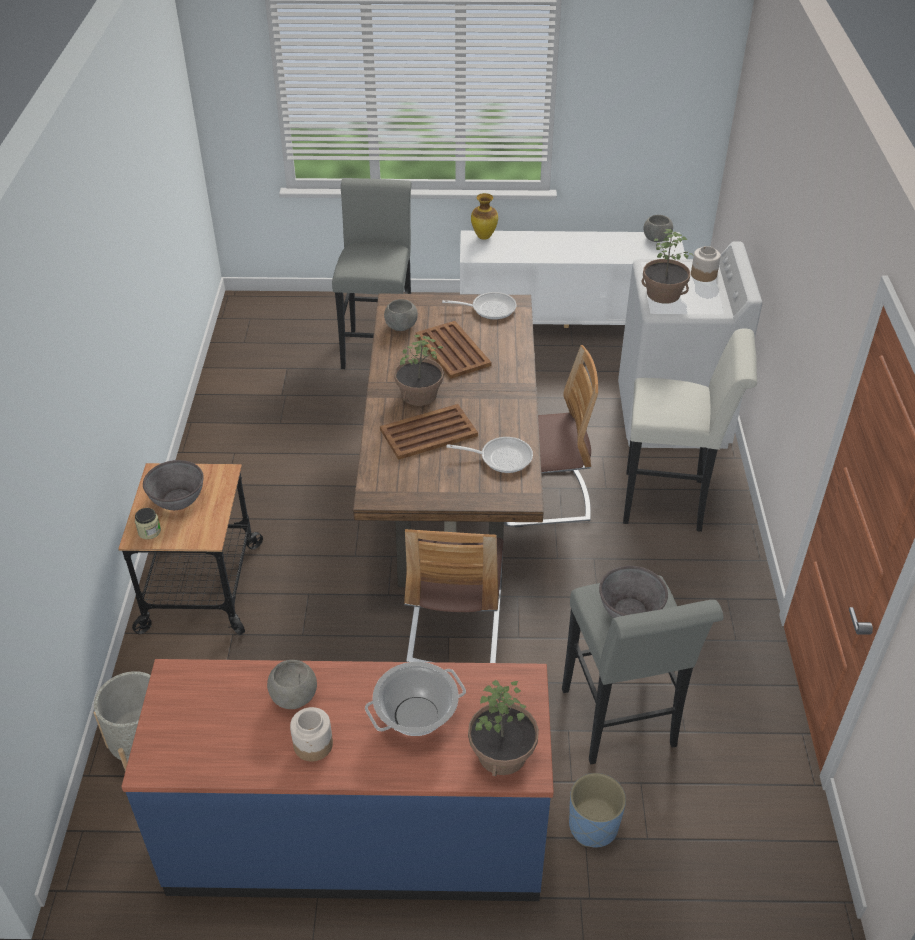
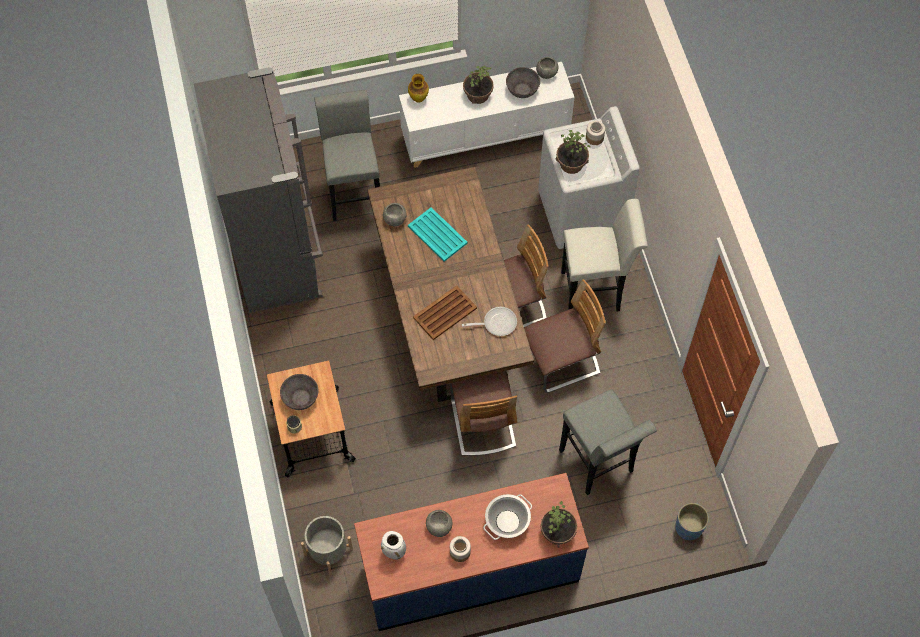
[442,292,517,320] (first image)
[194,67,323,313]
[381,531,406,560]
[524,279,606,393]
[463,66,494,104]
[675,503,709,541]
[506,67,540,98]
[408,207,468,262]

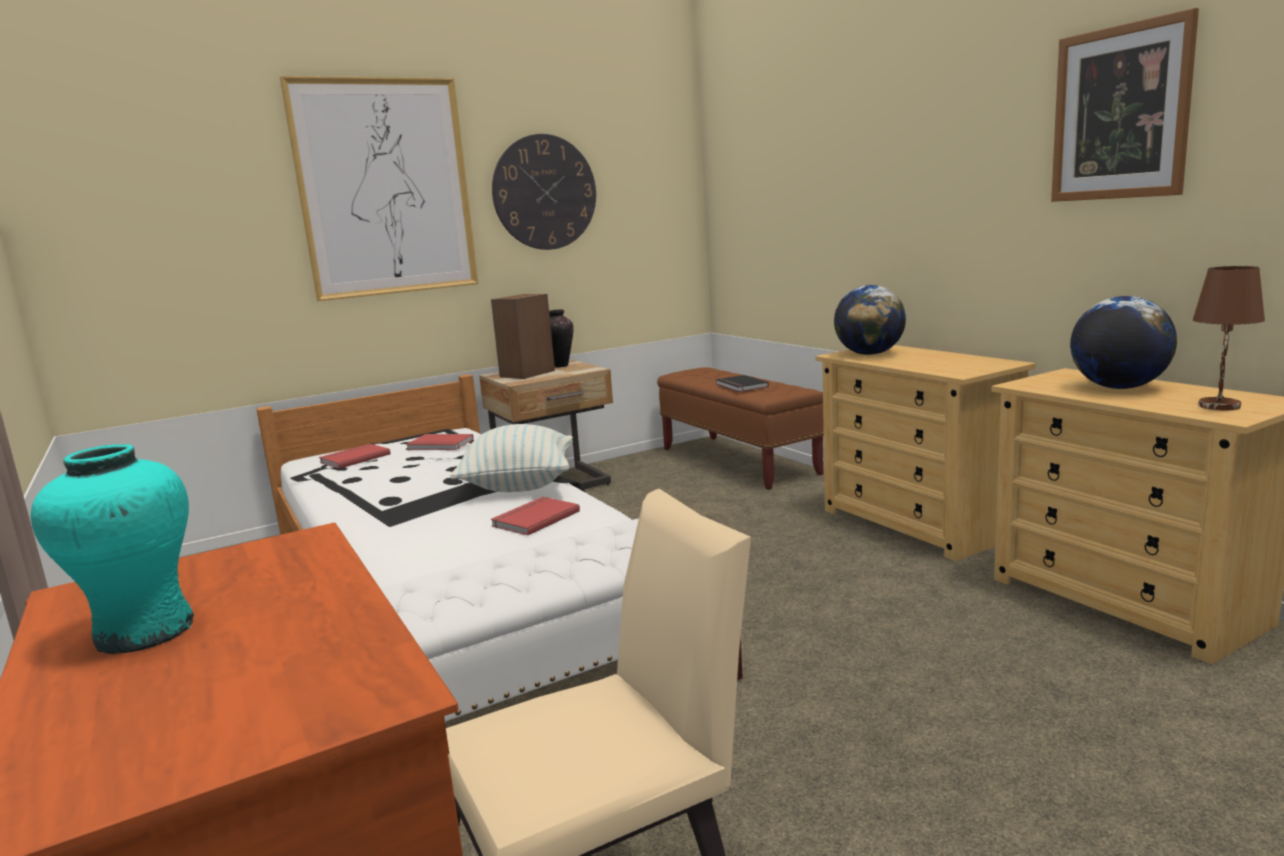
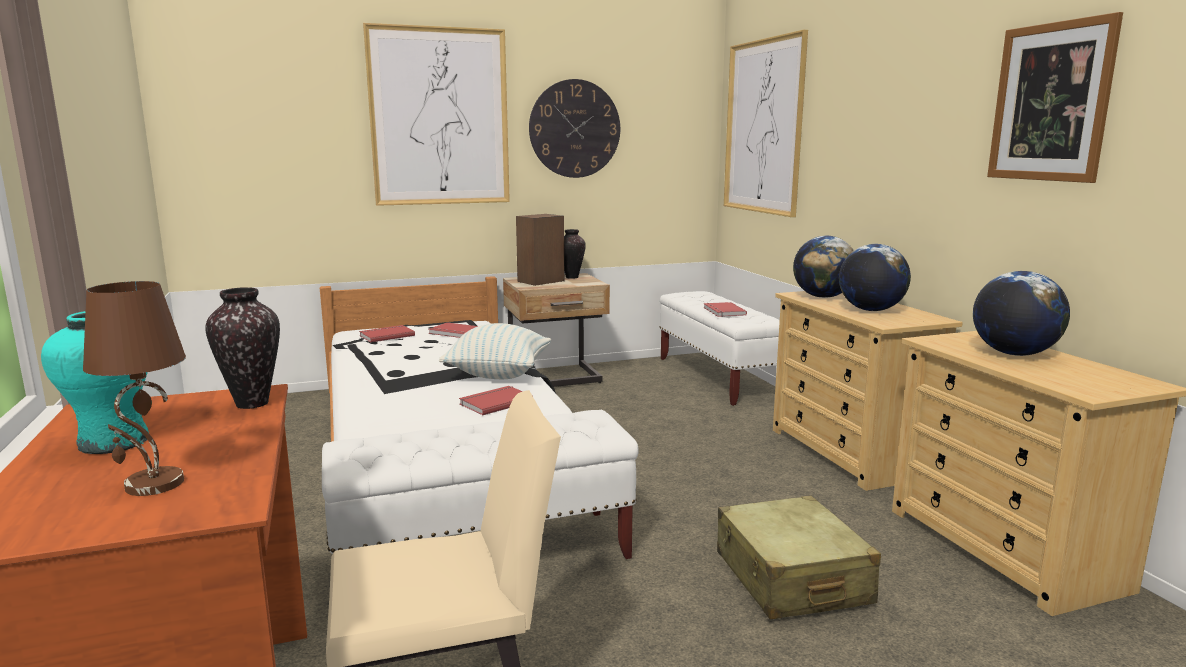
[205,287,280,409]
[717,495,881,619]
[724,30,808,217]
[839,244,911,311]
[83,281,186,496]
[660,291,780,406]
[703,302,747,317]

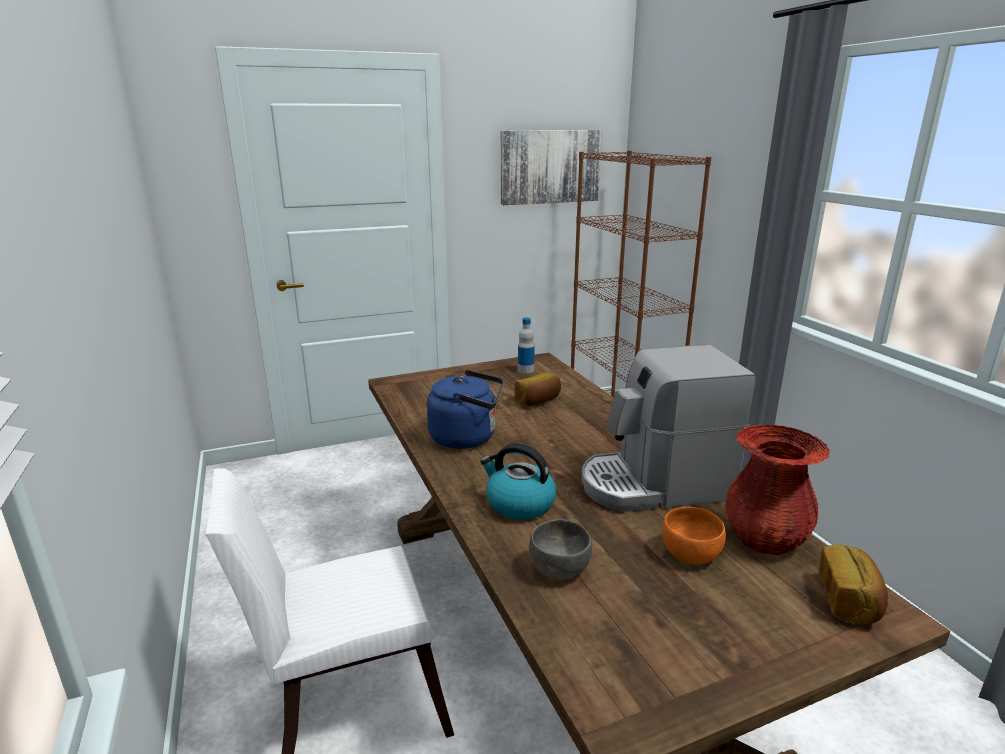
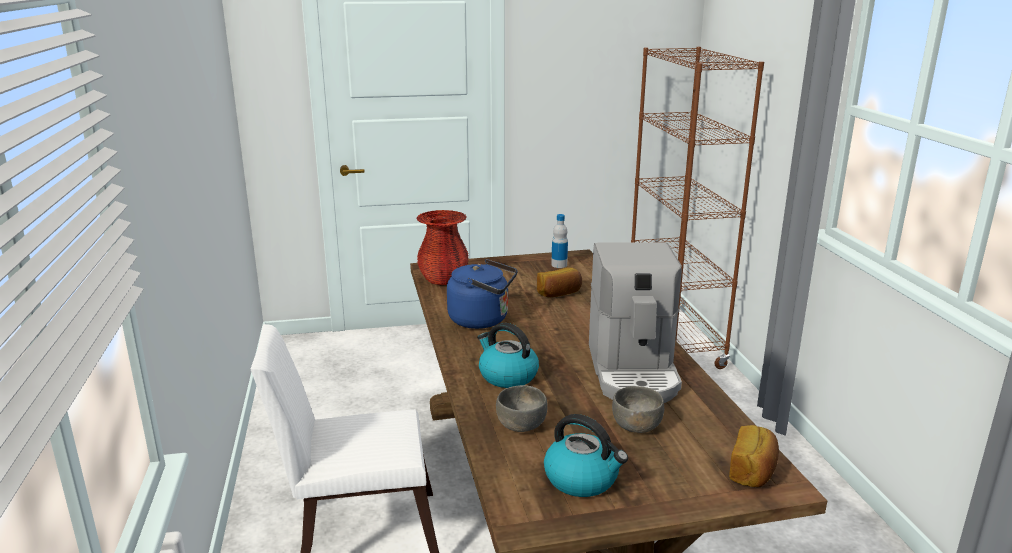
[501,130,602,205] (first image)
[544,414,628,497]
[416,210,468,285]
[612,386,664,433]
[589,242,682,403]

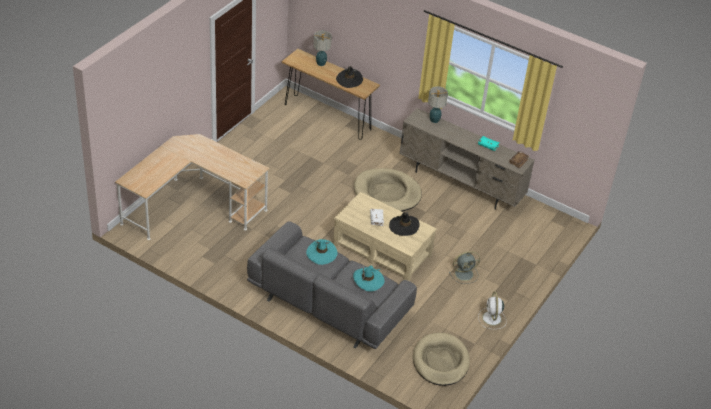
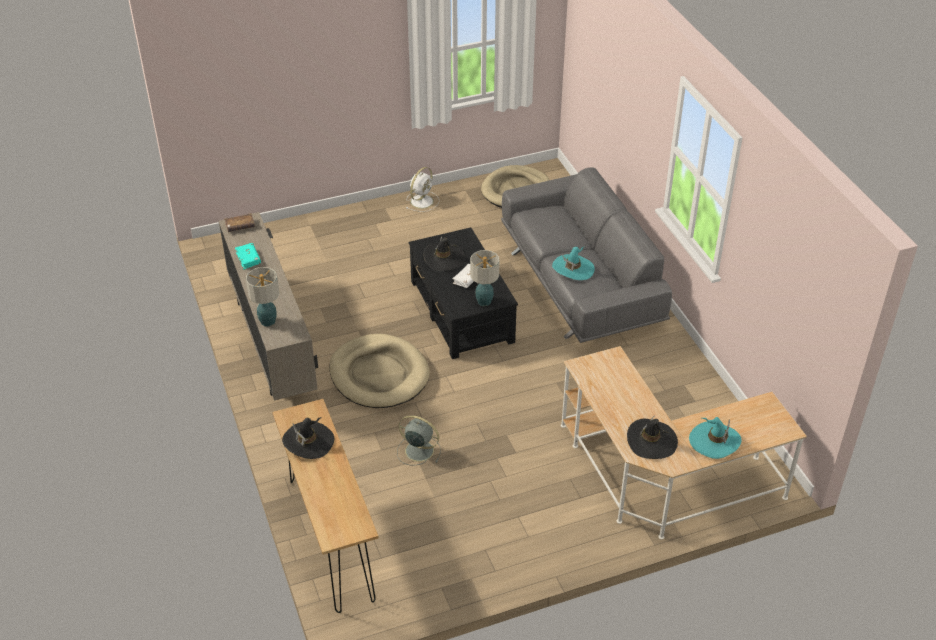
[627,415,678,459]
[470,250,500,306]
[689,417,742,459]
[397,415,441,465]
[408,228,518,359]

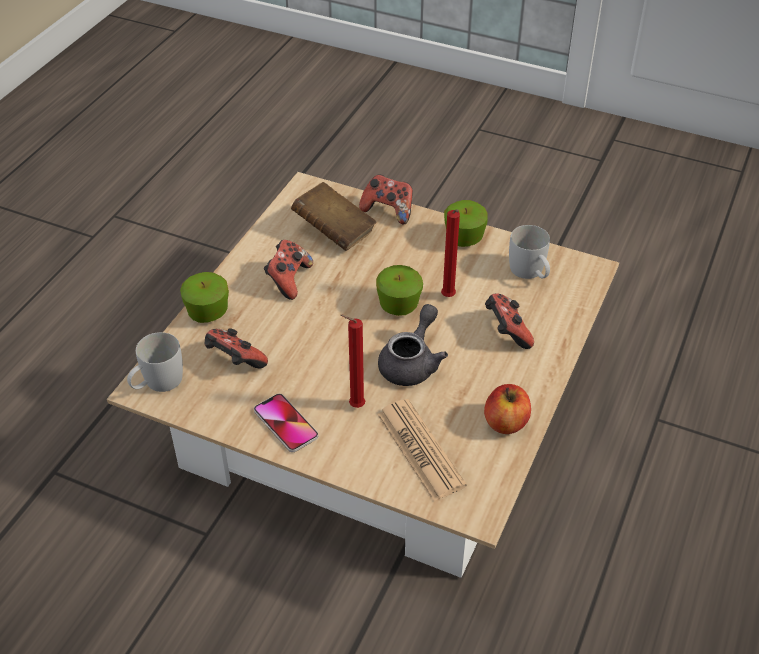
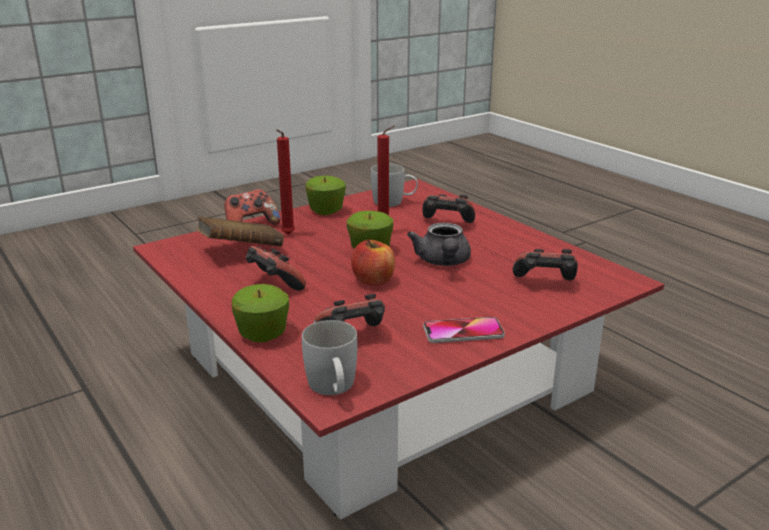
[277,129,295,235]
[351,239,395,286]
[513,249,578,280]
[133,179,664,520]
[407,223,471,266]

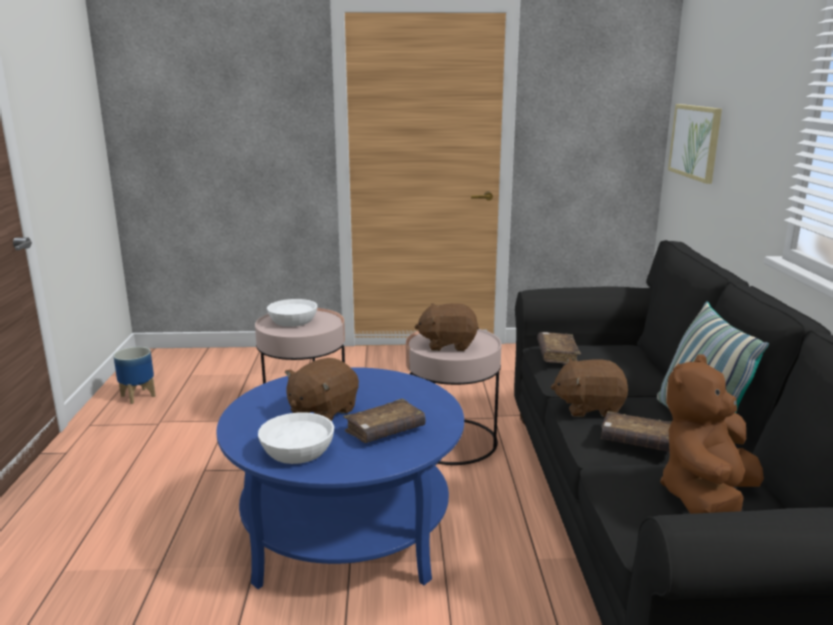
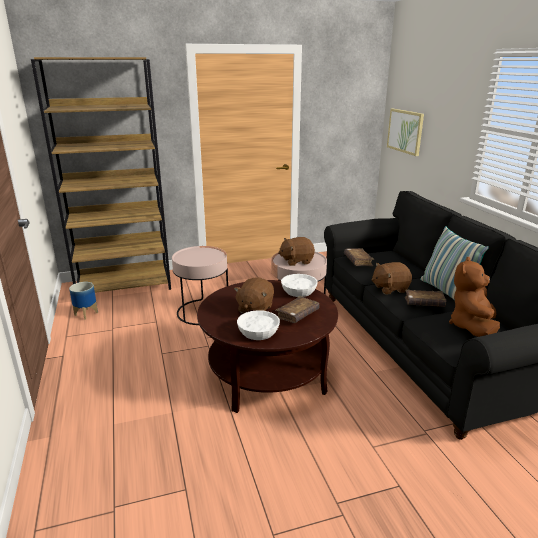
[31,57,171,293]
[281,274,318,297]
[197,280,338,413]

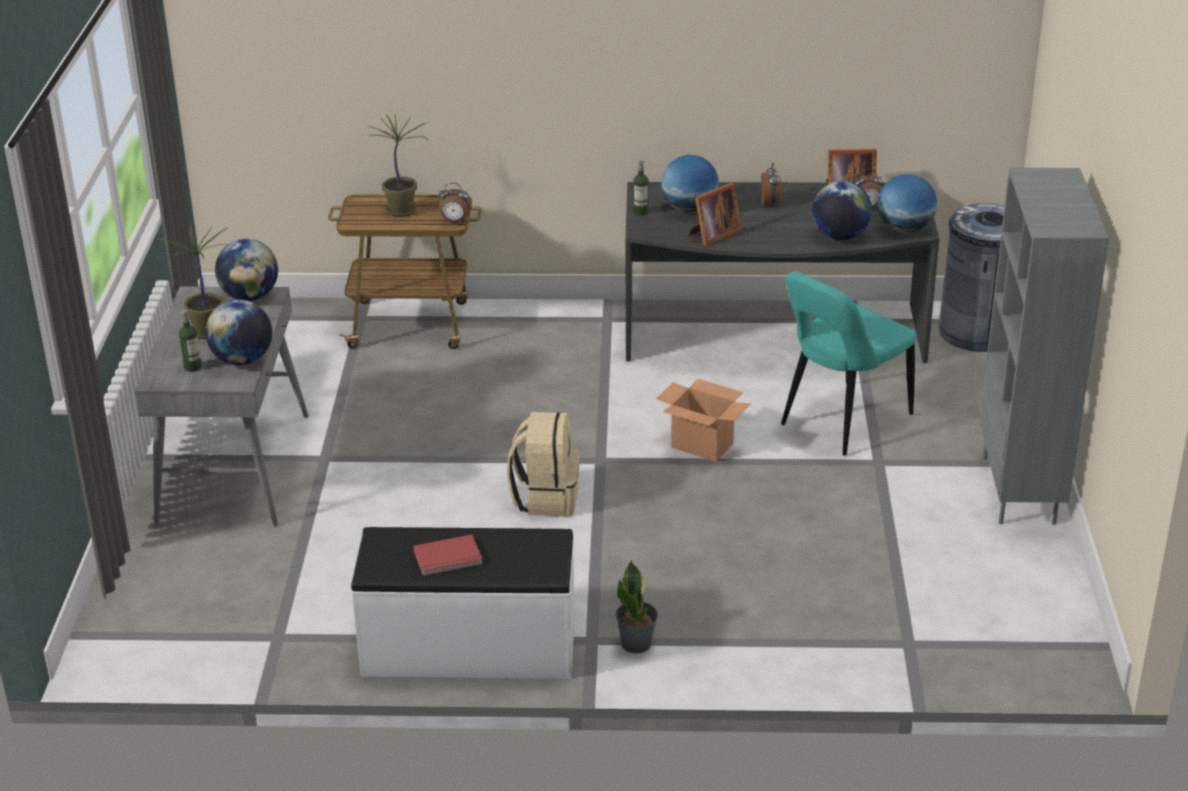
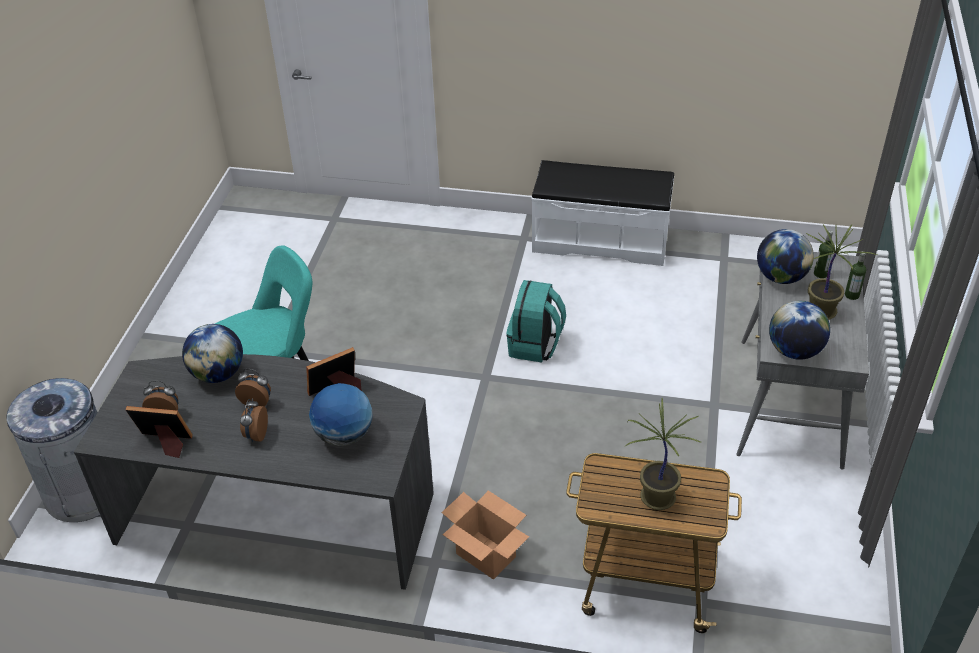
[413,534,483,576] (first image)
[616,561,658,653] (first image)
[877,174,937,233] (first image)
[979,168,1109,525] (first image)
[235,369,271,408]
[845,251,866,300]
[441,491,529,580]
[506,280,566,362]

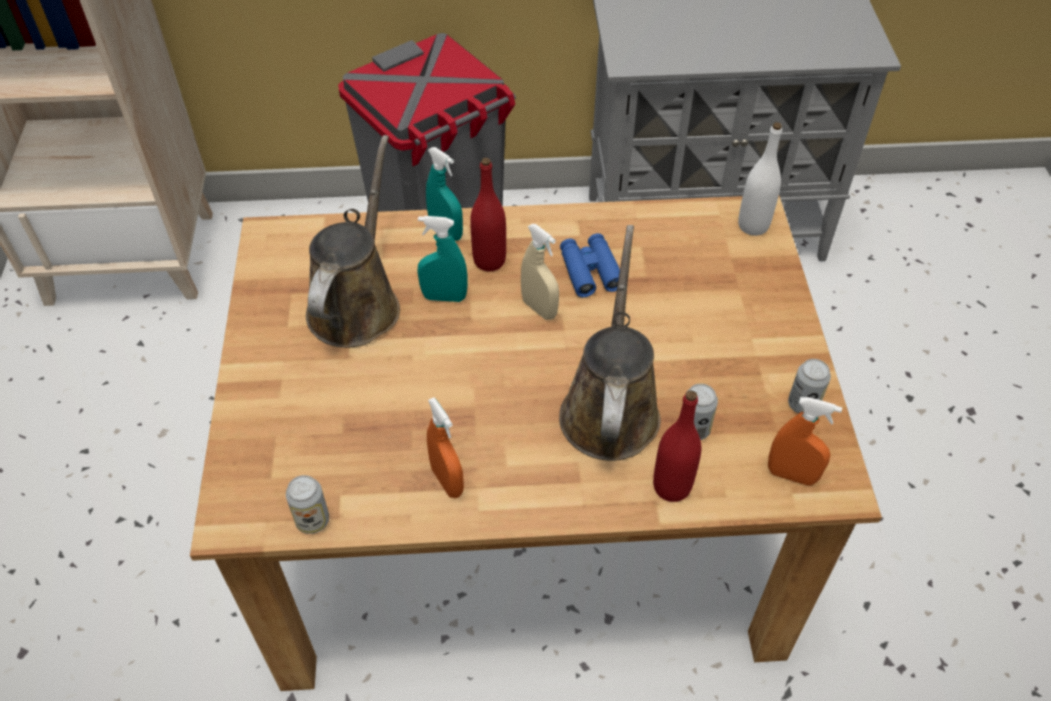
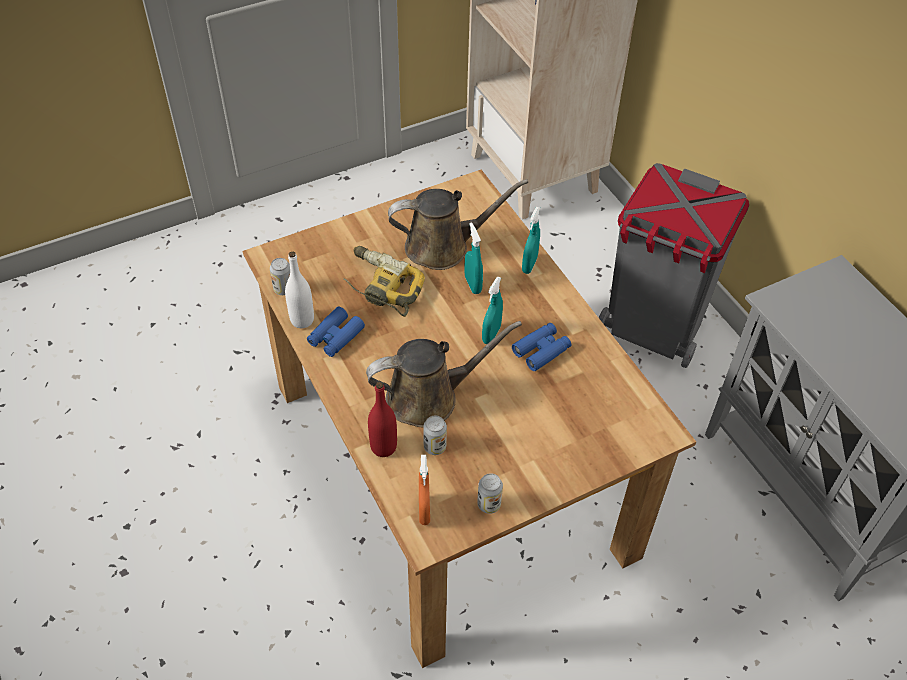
[470,158,506,271] (first image)
[344,246,425,317]
[285,252,314,328]
[307,306,365,357]
[482,276,503,344]

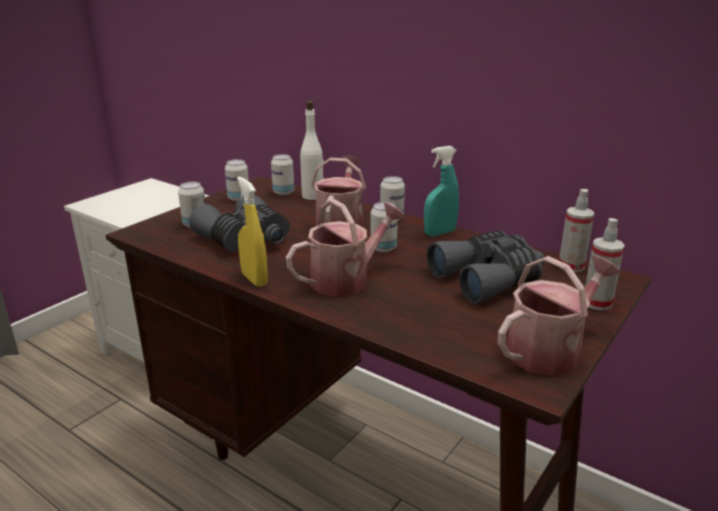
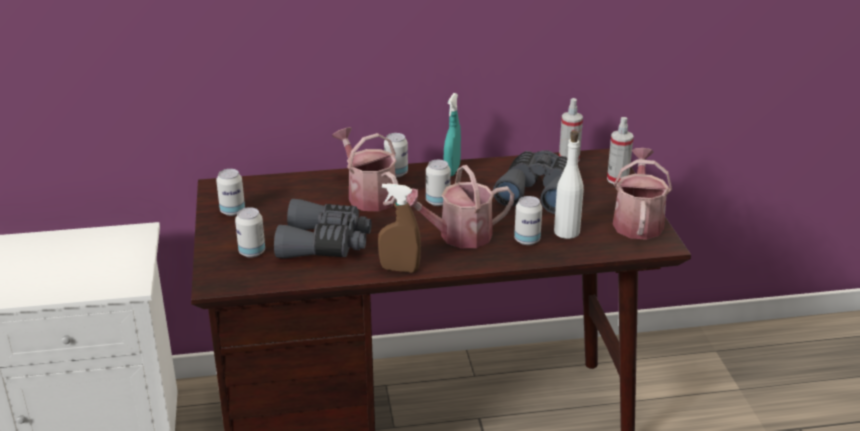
[514,196,542,245]
[554,131,584,239]
[378,183,421,273]
[406,165,515,248]

